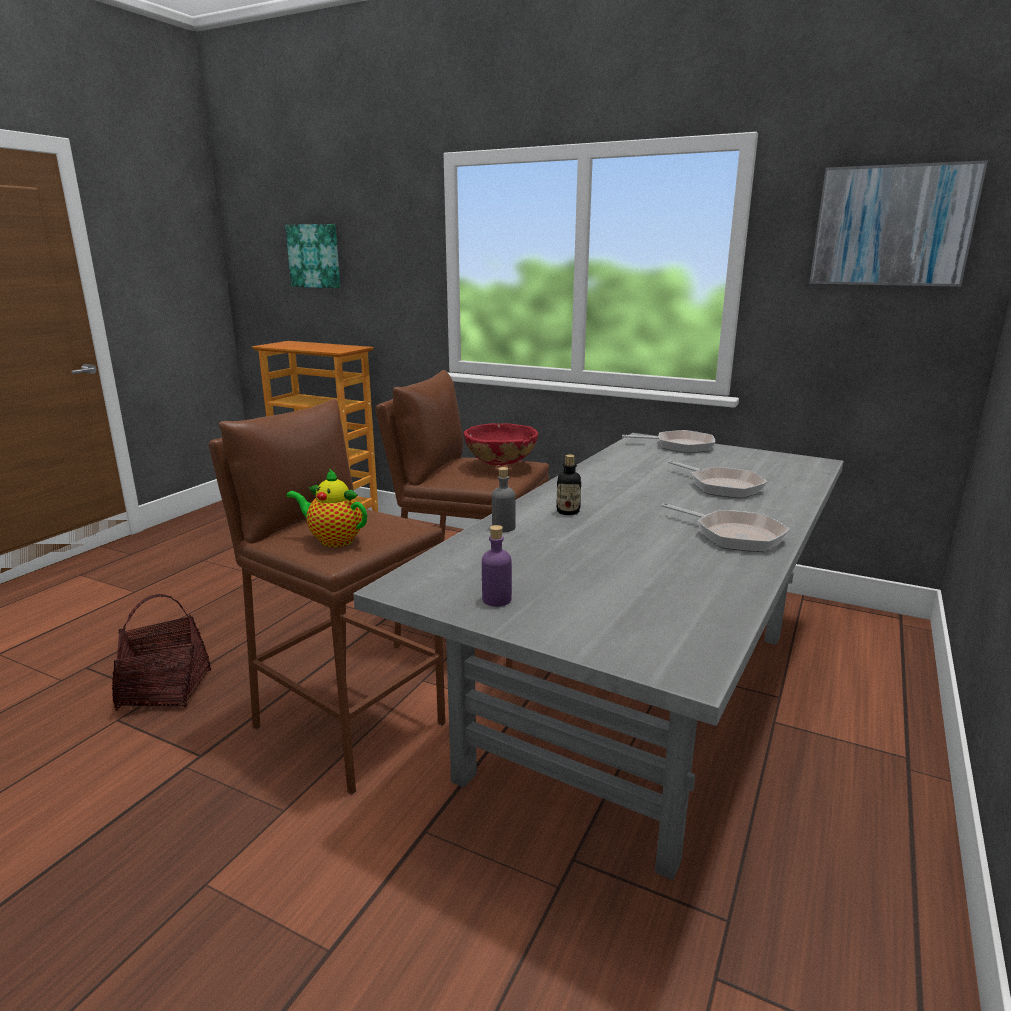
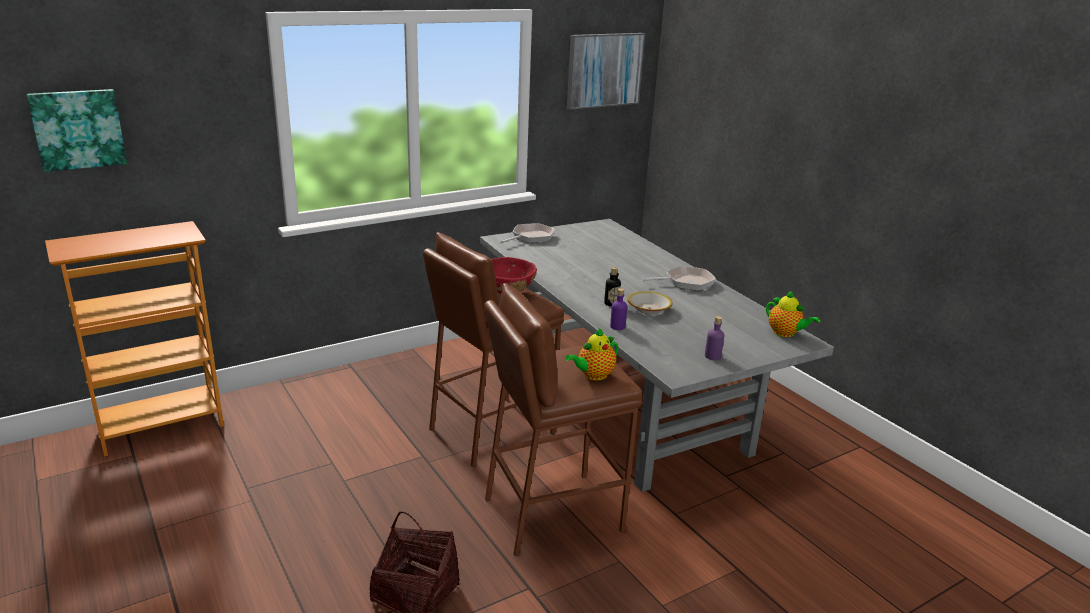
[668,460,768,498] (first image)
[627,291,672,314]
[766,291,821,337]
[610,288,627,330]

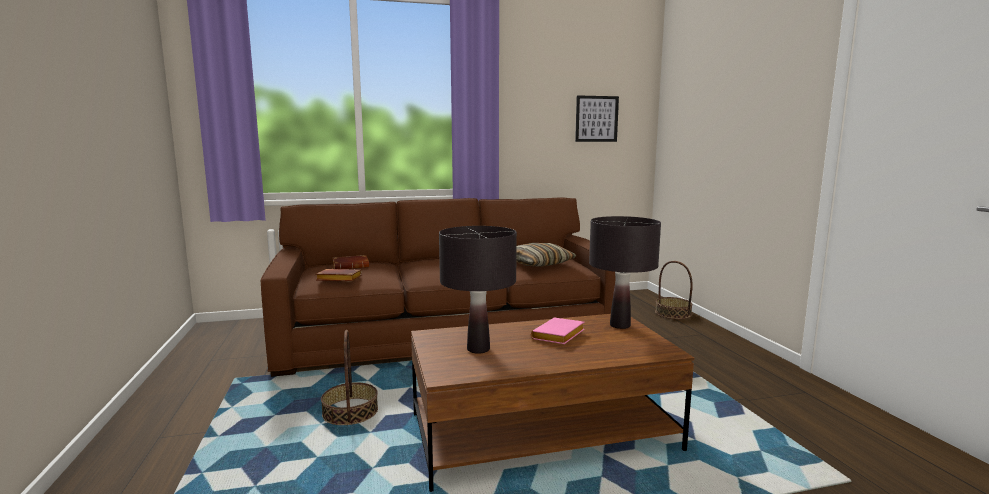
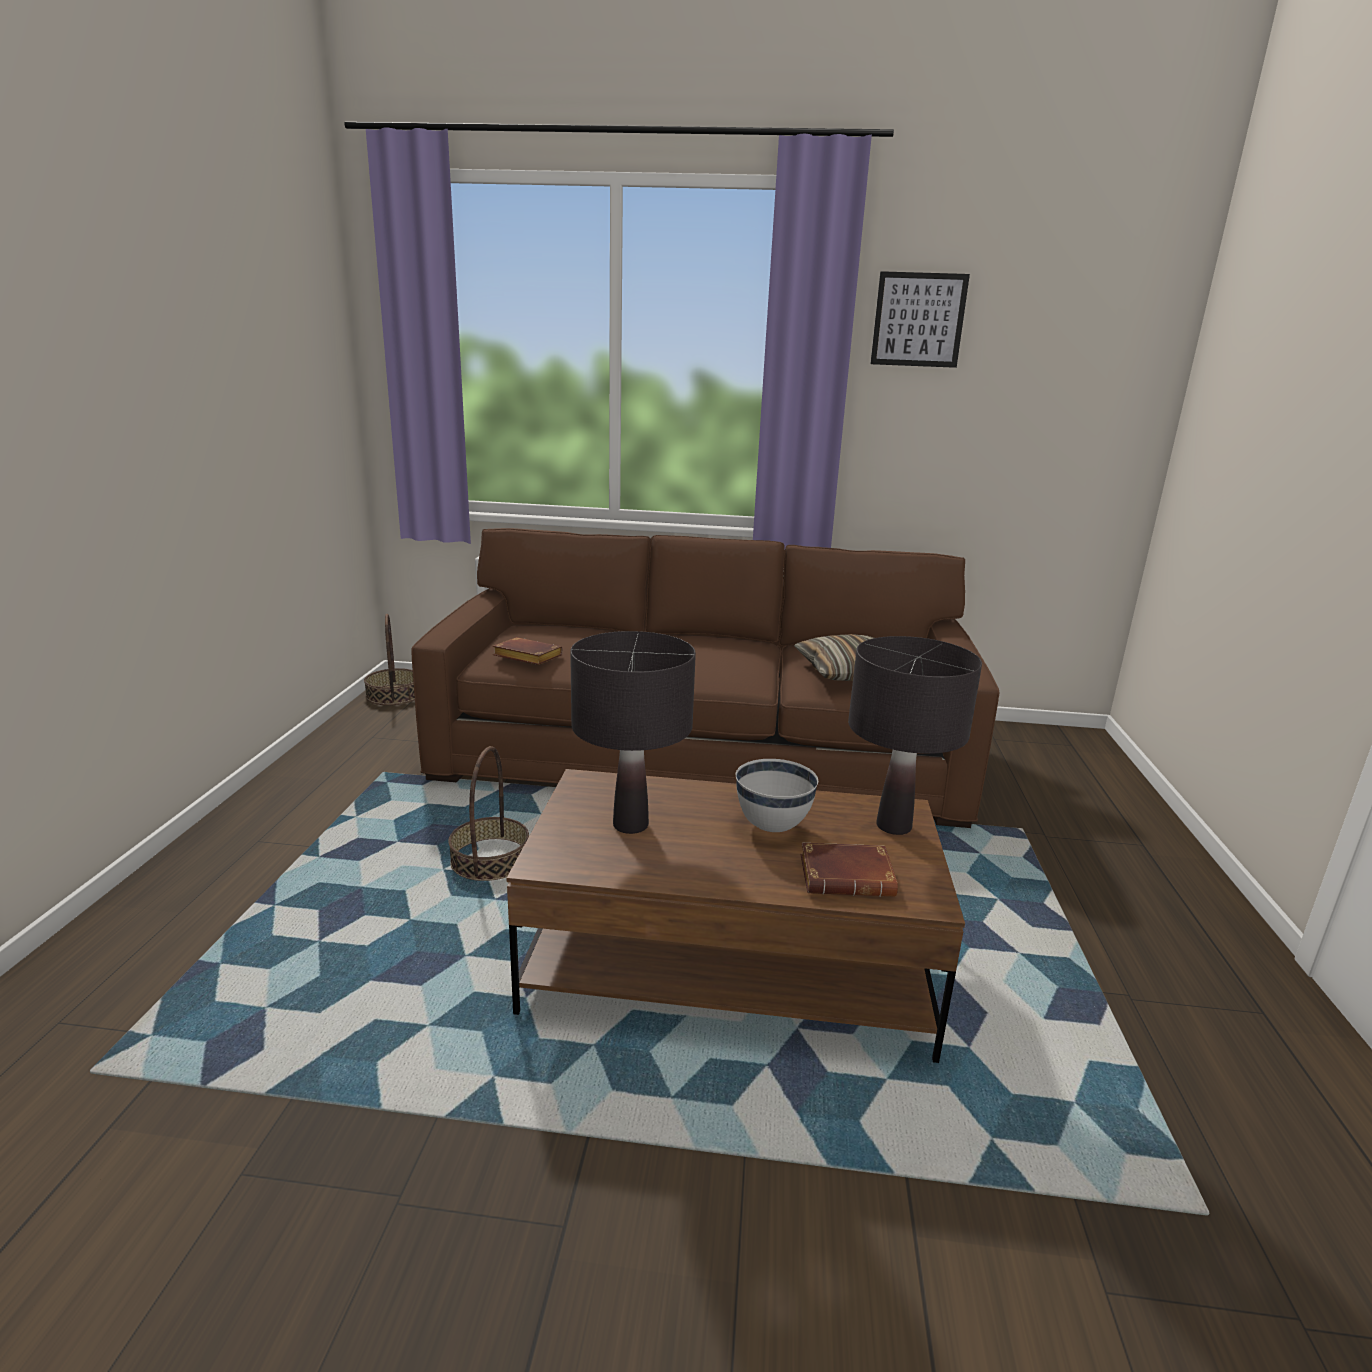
[800,843,898,897]
[870,271,970,368]
[364,614,415,705]
[736,759,818,832]

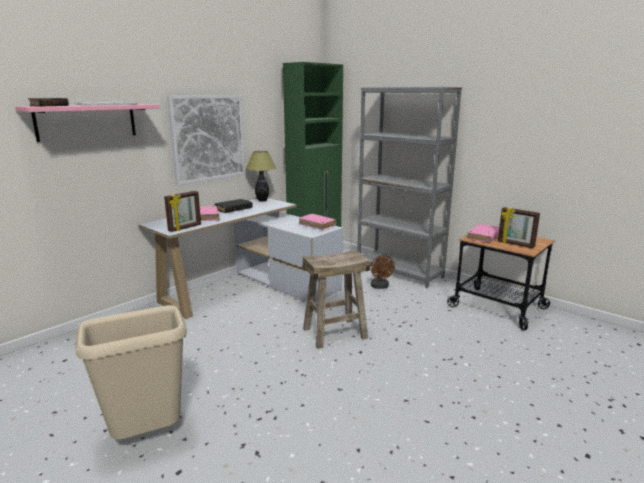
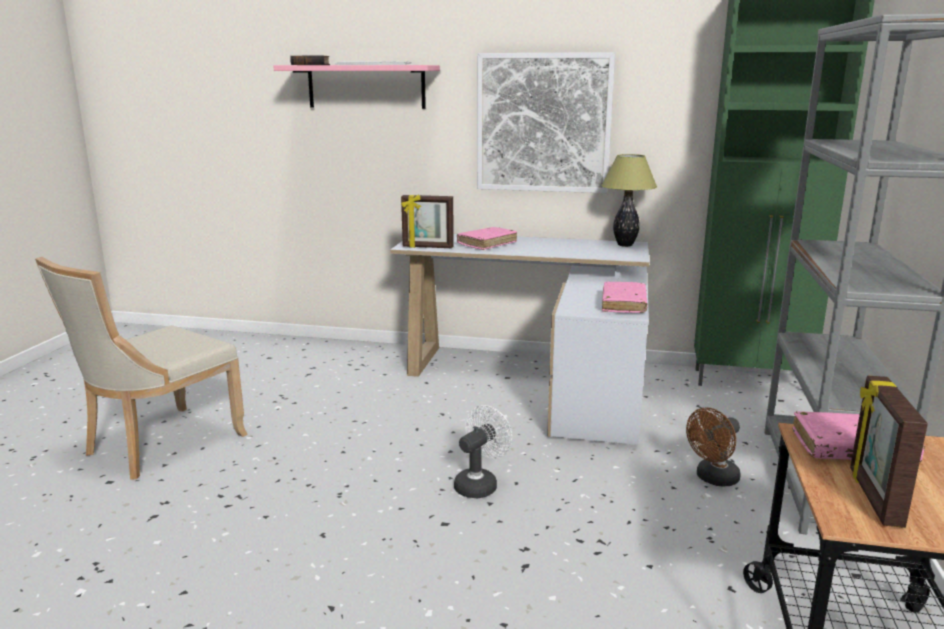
[215,199,252,213] (first image)
[35,257,248,479]
[454,405,512,498]

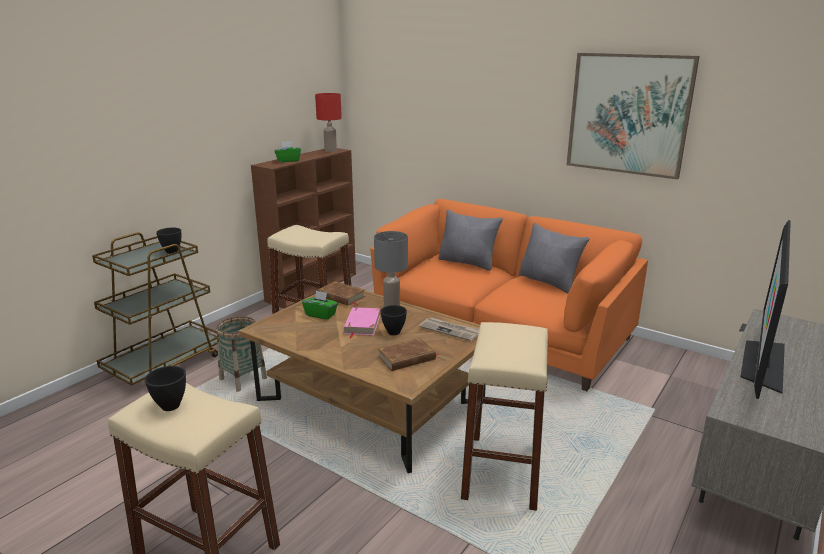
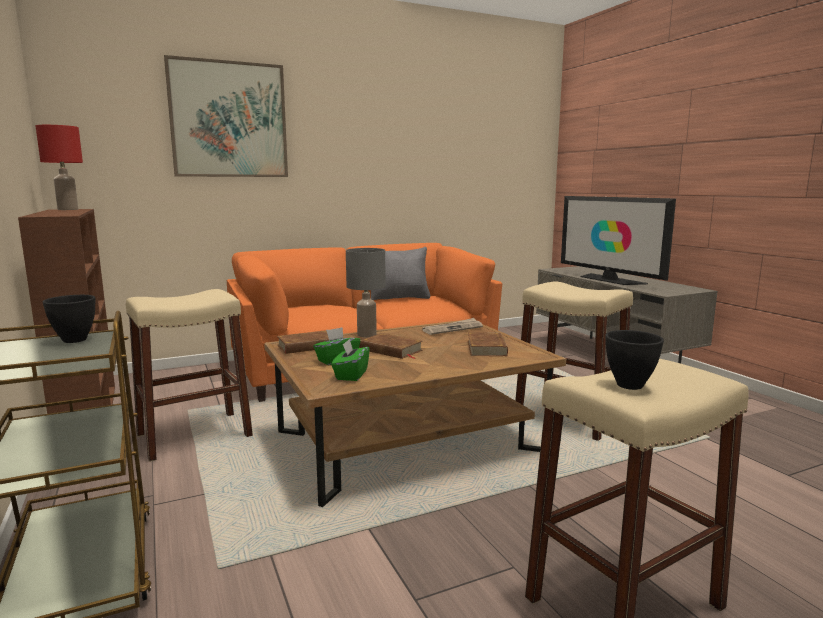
[217,316,267,392] (first image)
[381,305,407,335] (first image)
[438,210,503,271] (first image)
[331,339,370,381]
[164,55,288,177]
[359,333,423,359]

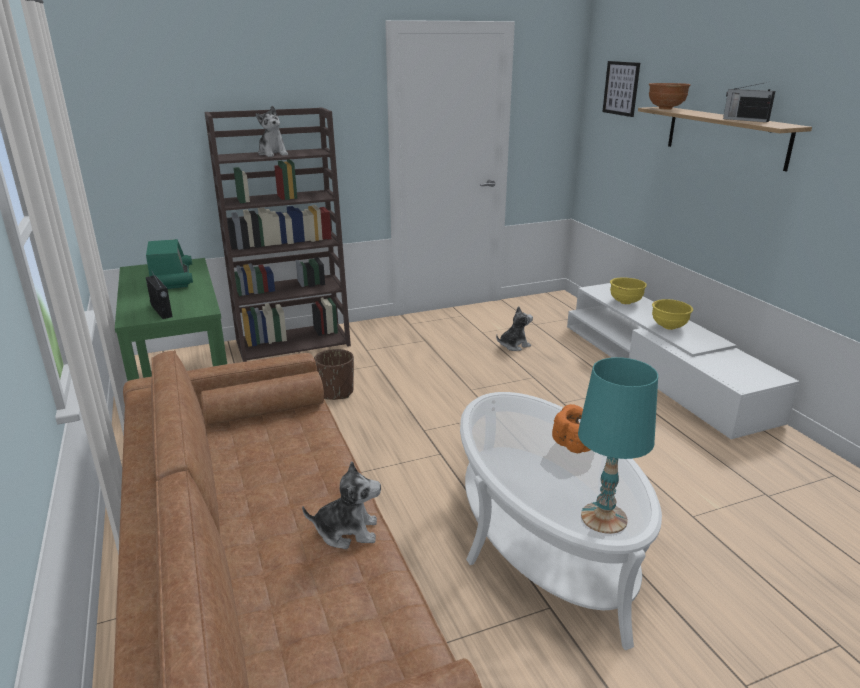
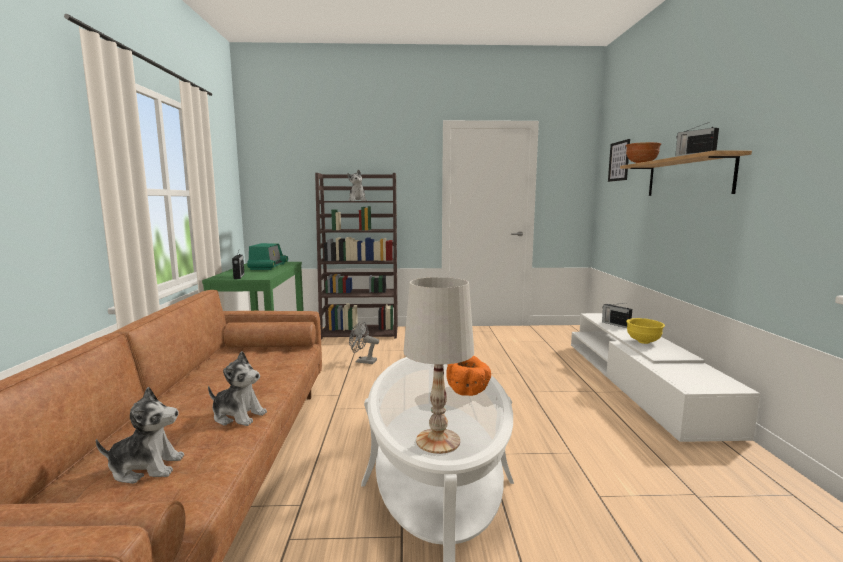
[96,387,184,484]
[349,321,379,364]
[602,303,632,328]
[404,277,474,454]

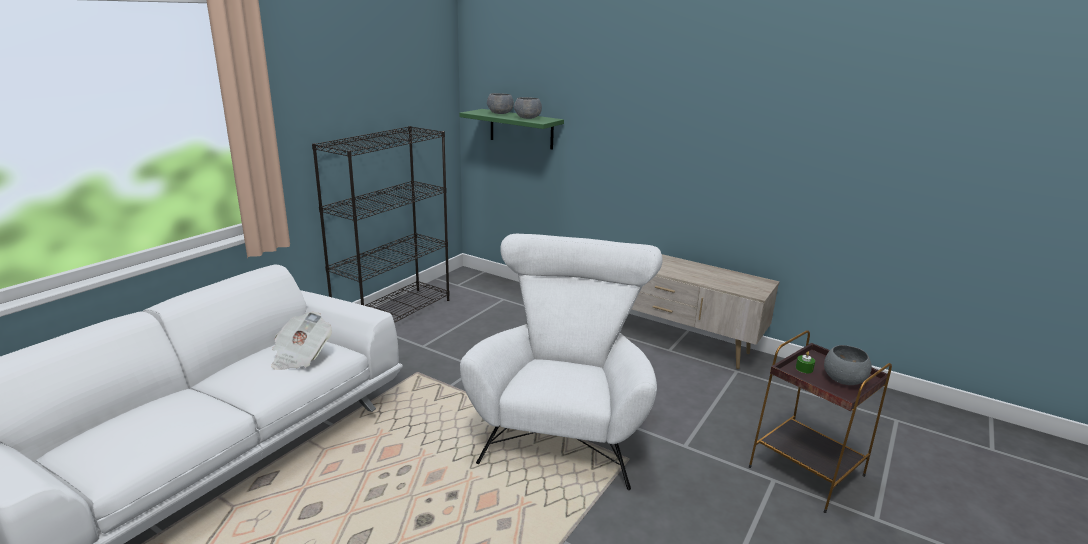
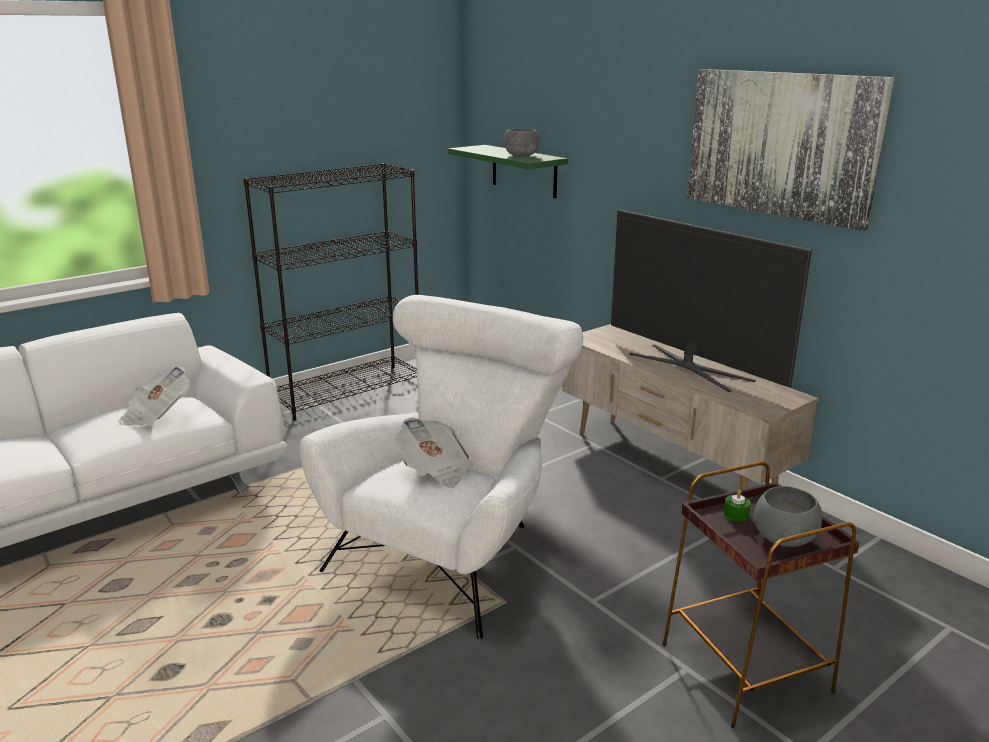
[487,93,514,114] (first image)
[395,418,473,488]
[611,210,812,392]
[687,69,894,231]

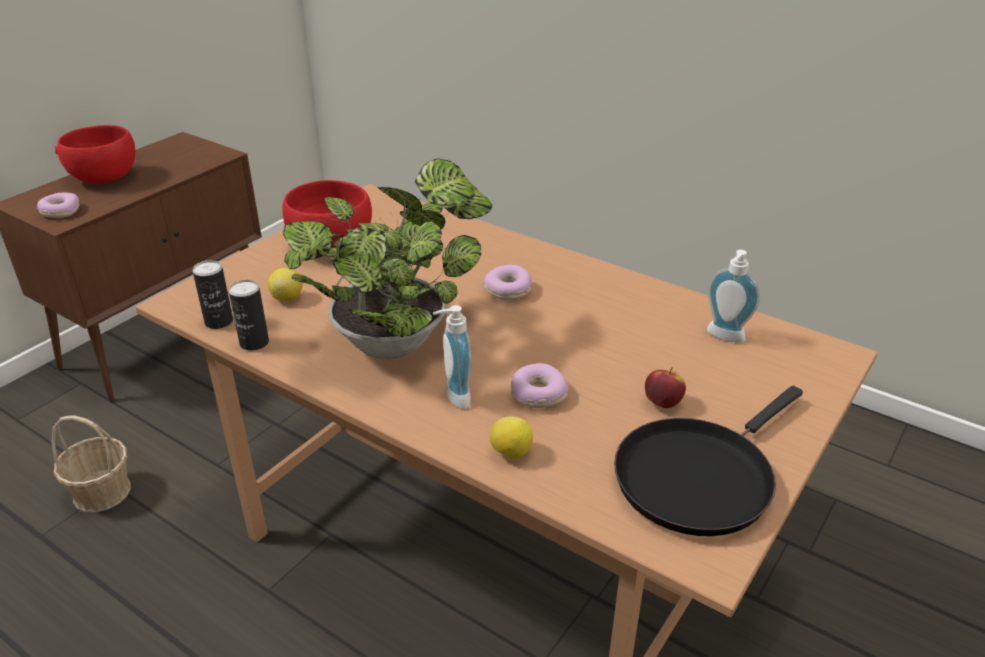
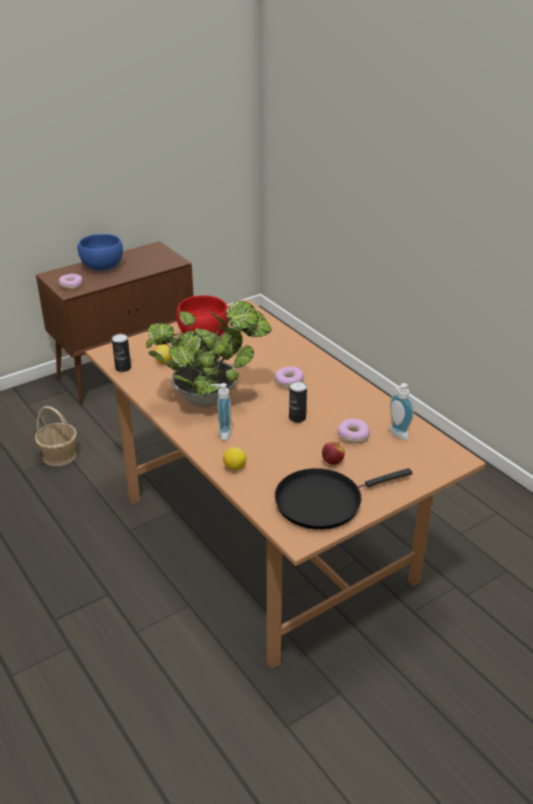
[289,381,307,423]
[338,419,370,443]
[77,234,123,270]

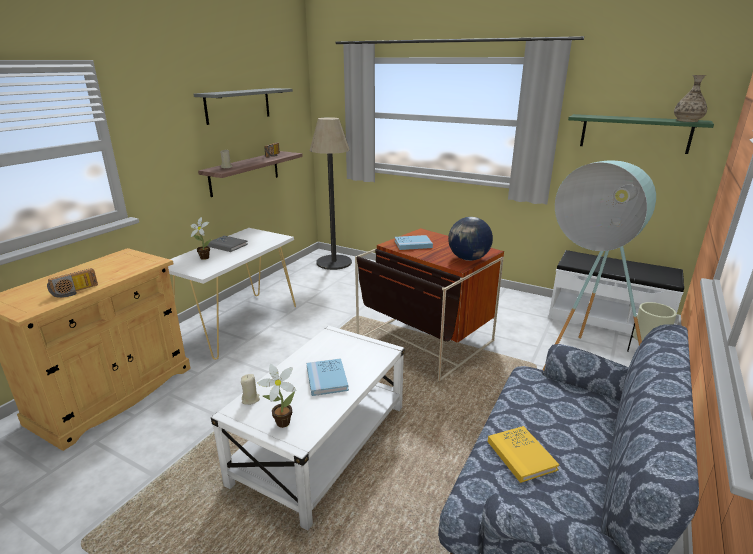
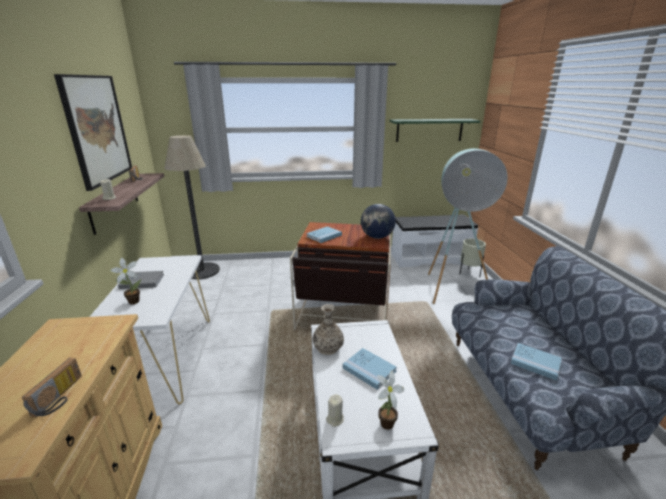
[313,304,344,355]
[54,74,132,191]
[510,343,562,381]

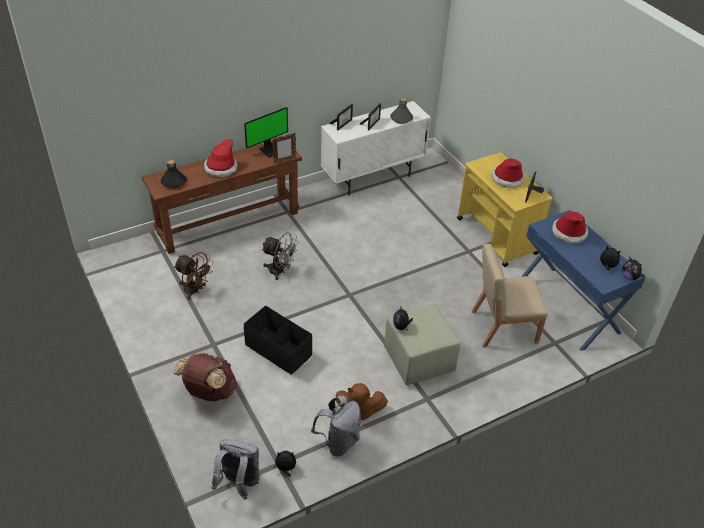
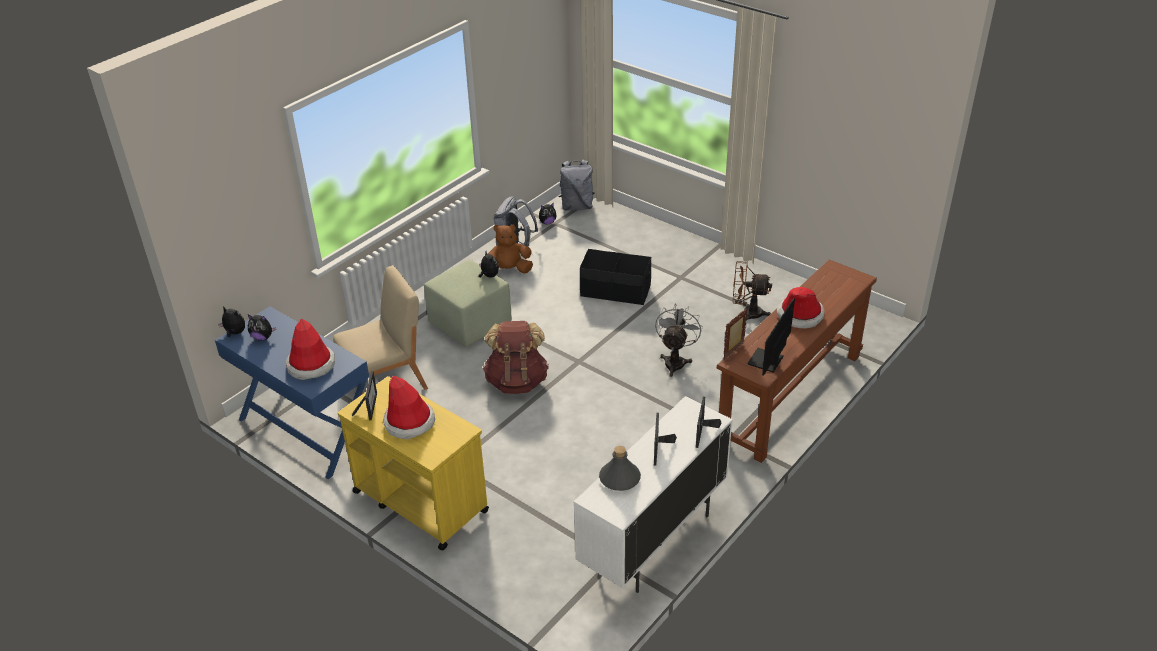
[161,160,187,188] (first image)
[483,321,549,394]
[655,305,703,377]

